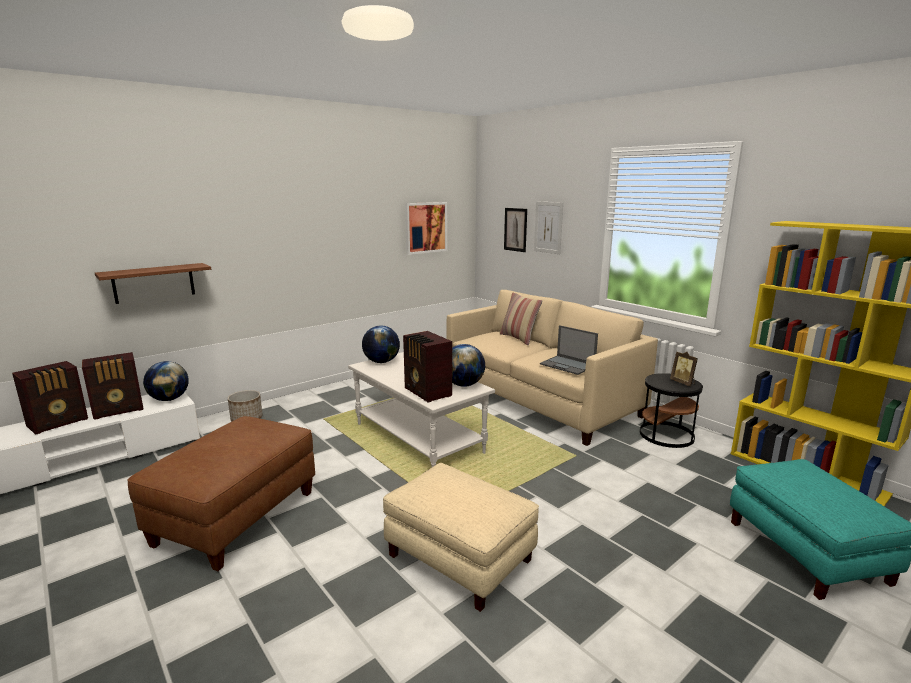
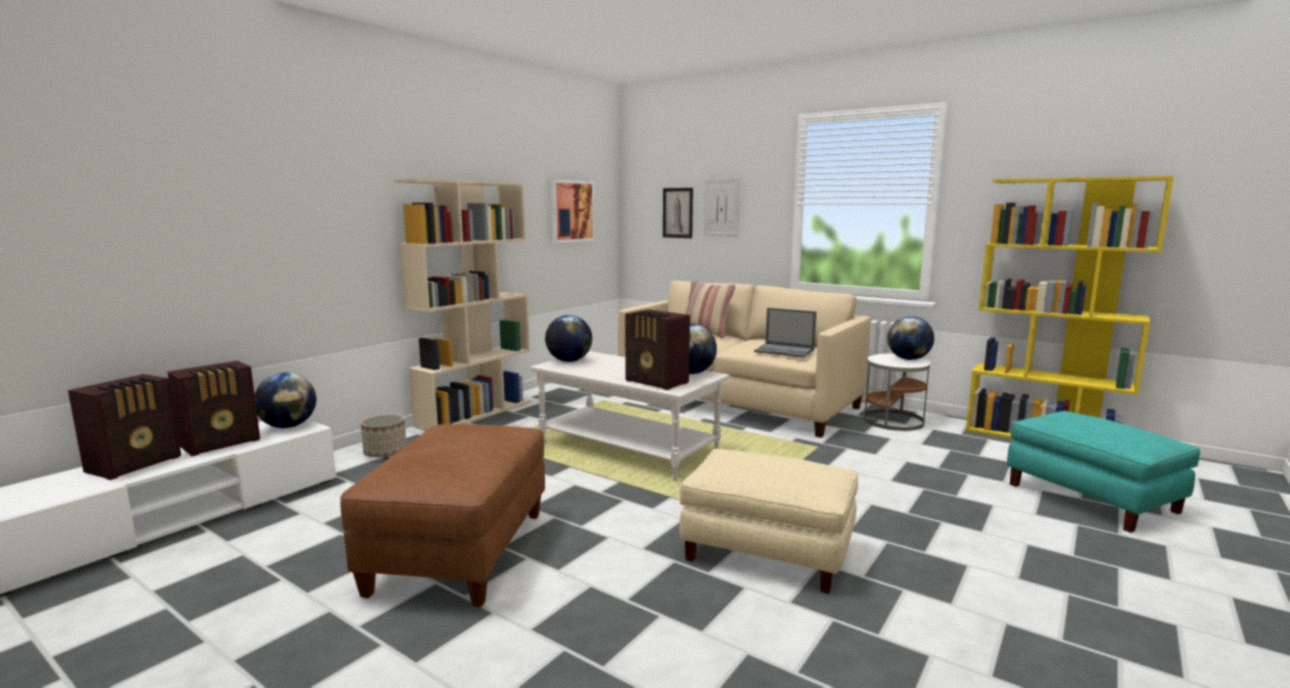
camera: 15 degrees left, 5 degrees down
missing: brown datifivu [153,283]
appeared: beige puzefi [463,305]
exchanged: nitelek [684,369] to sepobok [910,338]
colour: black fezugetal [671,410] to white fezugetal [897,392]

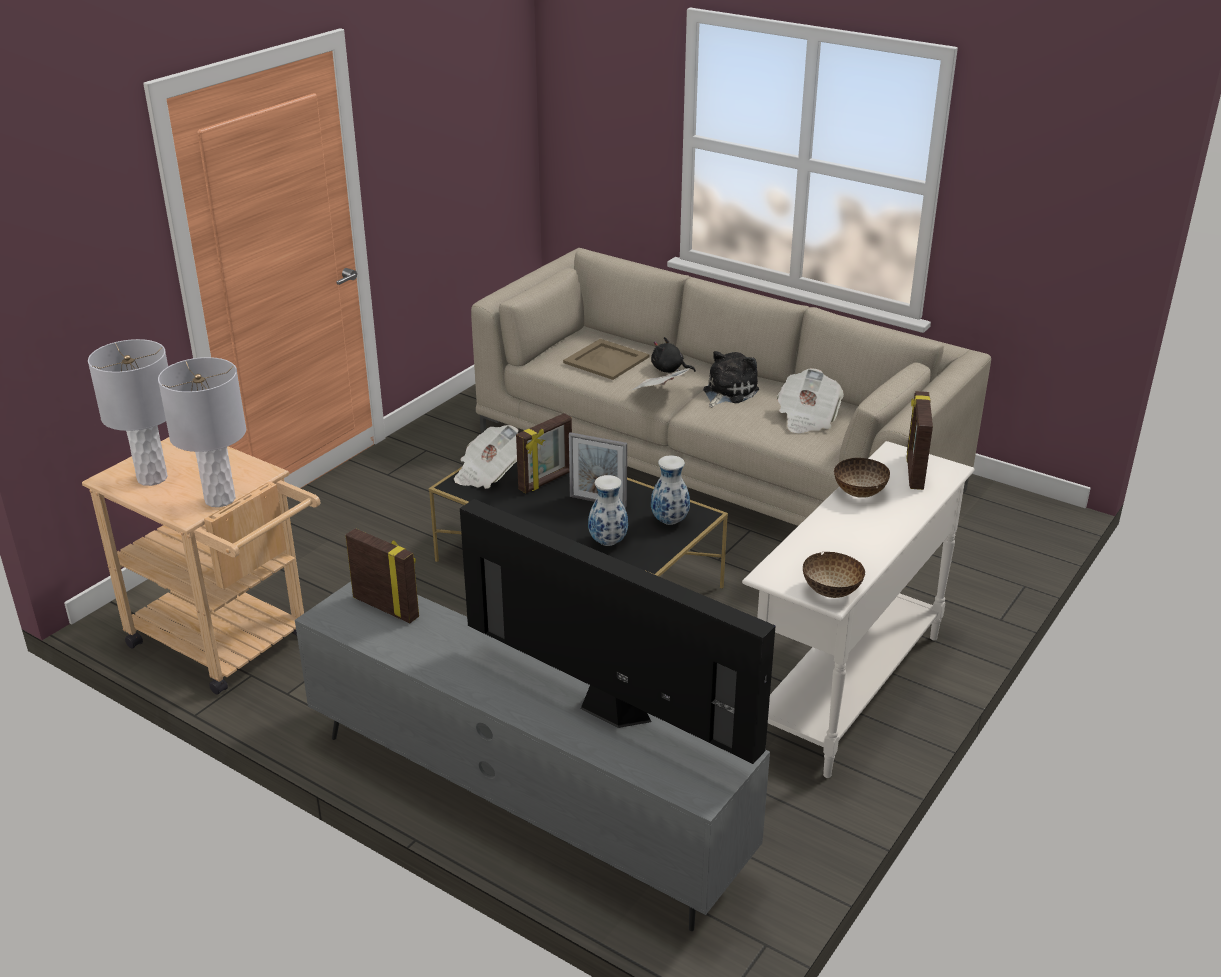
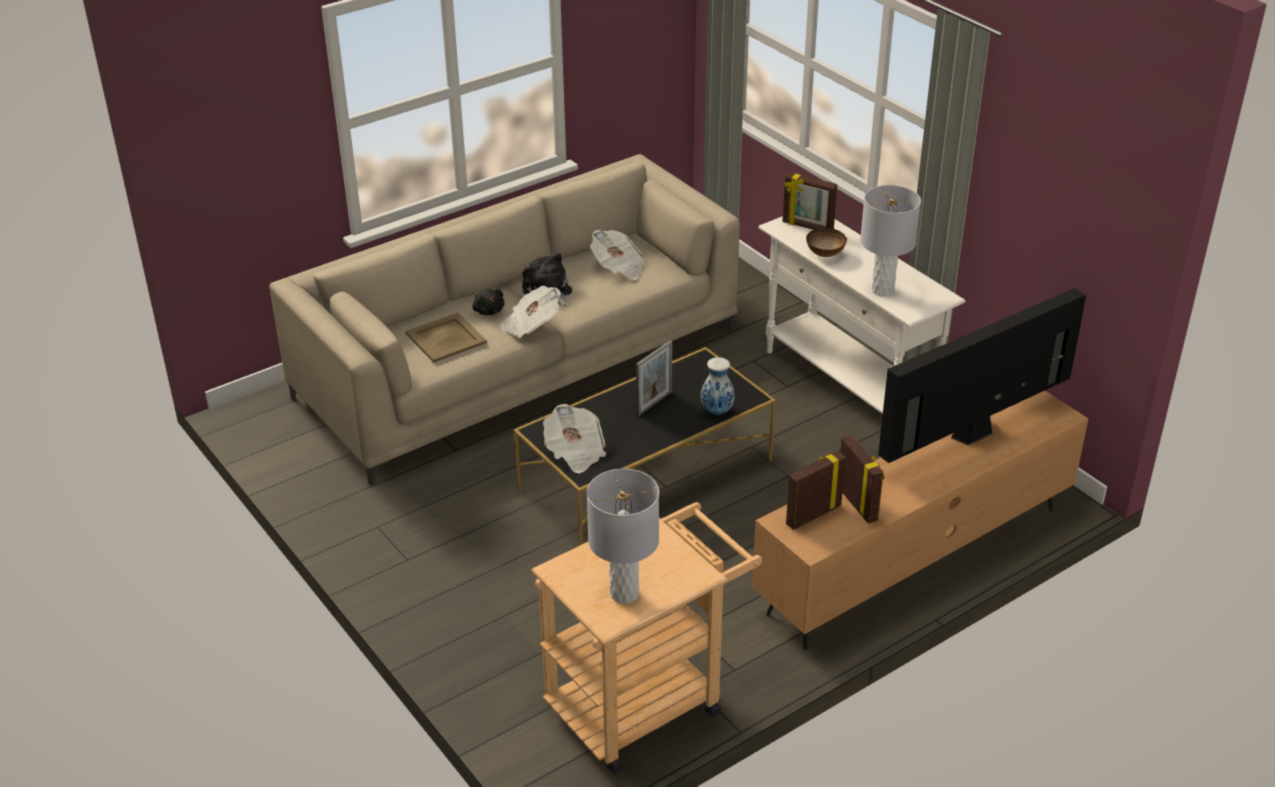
camera: 70 degrees left, 5 degrees up
missing: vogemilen [670,490]; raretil [834,575]
relocated: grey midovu [202,432] to [890,240]; nitelek [544,453] to [862,479]
colour: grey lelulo [532,756] to brown lelulo [920,520]
spun: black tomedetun [673,355] = [488,302] 75 degrees counterclockwise

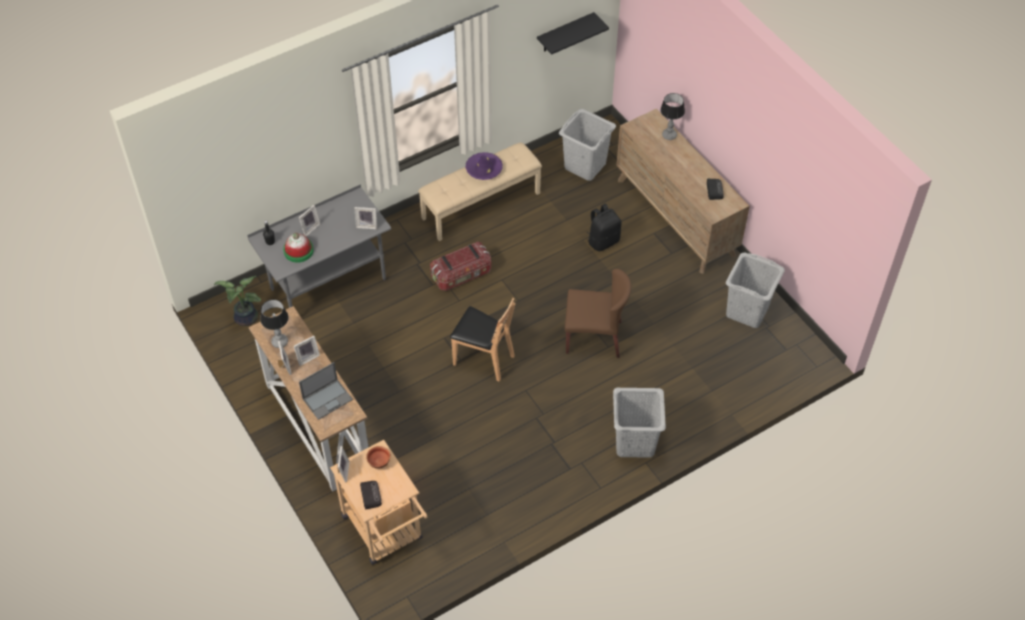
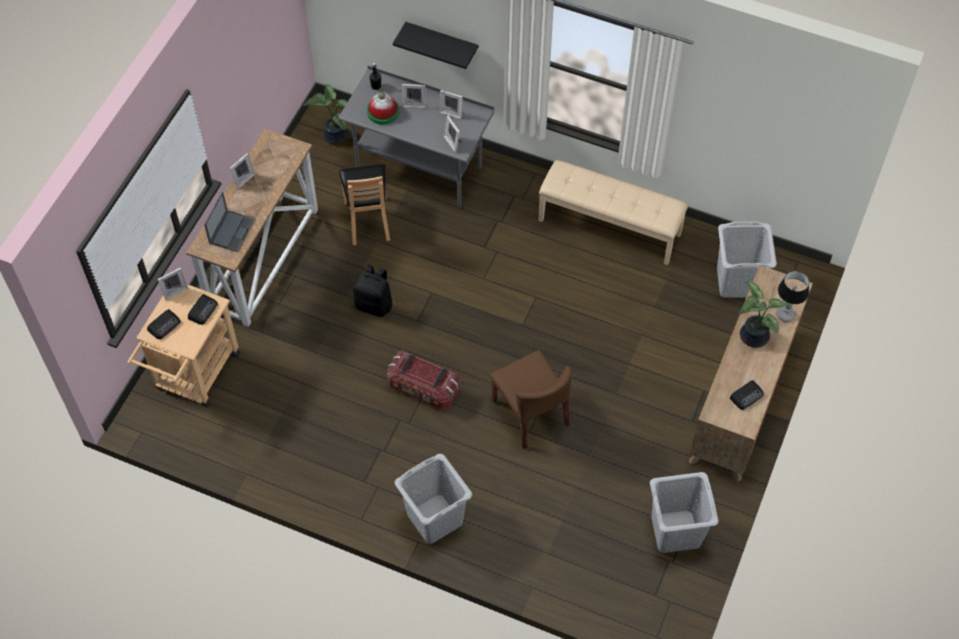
camera: 55 degrees right, 5 degrees up
missing: midovu [275,323]; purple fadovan [484,166]
appeared: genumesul [765,314]
relocated: nitelek [307,351] to [451,104]; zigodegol [460,266] to [423,380]; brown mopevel [483,339] to [364,204]; black datifivu [573,33] to [435,45]; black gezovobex [604,227] to [373,291]
exchanged: raretil [378,457] to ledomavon [203,309]
spun: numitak [326,391] = [229,221] 90 degrees counterclockwise

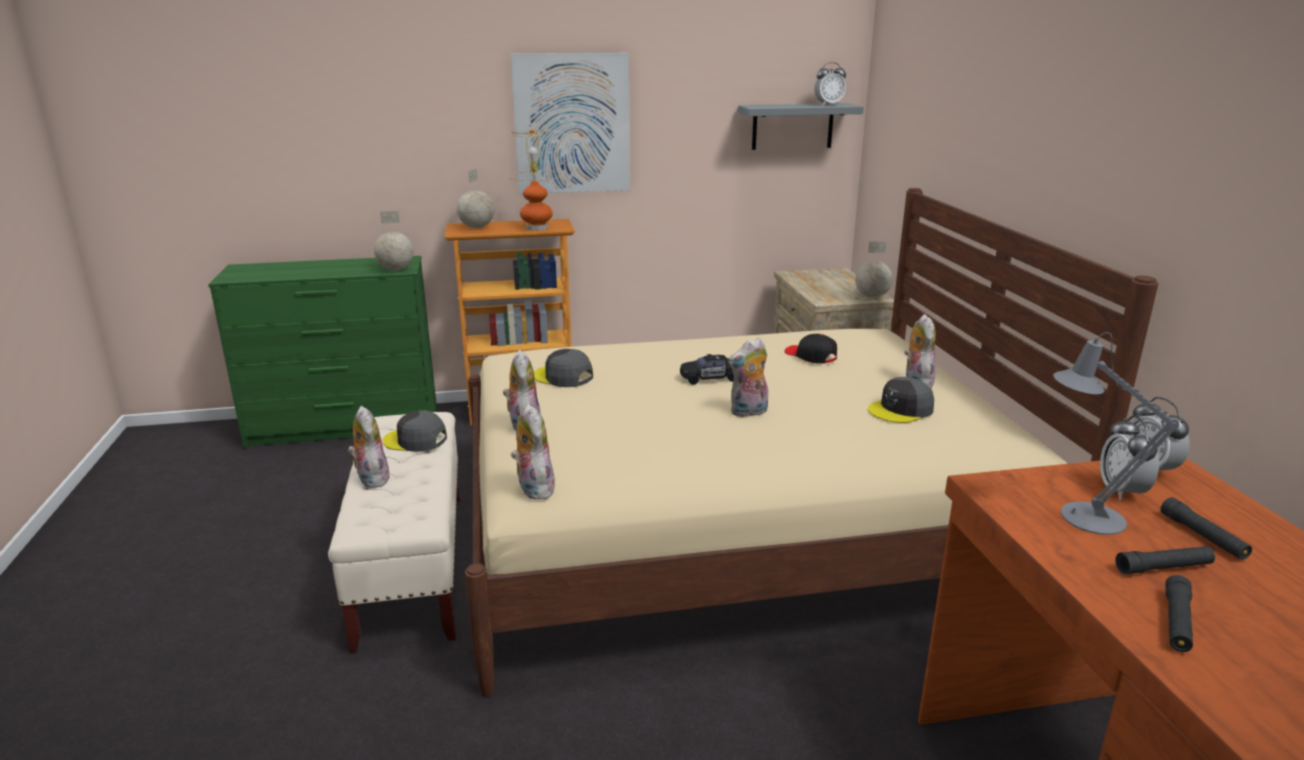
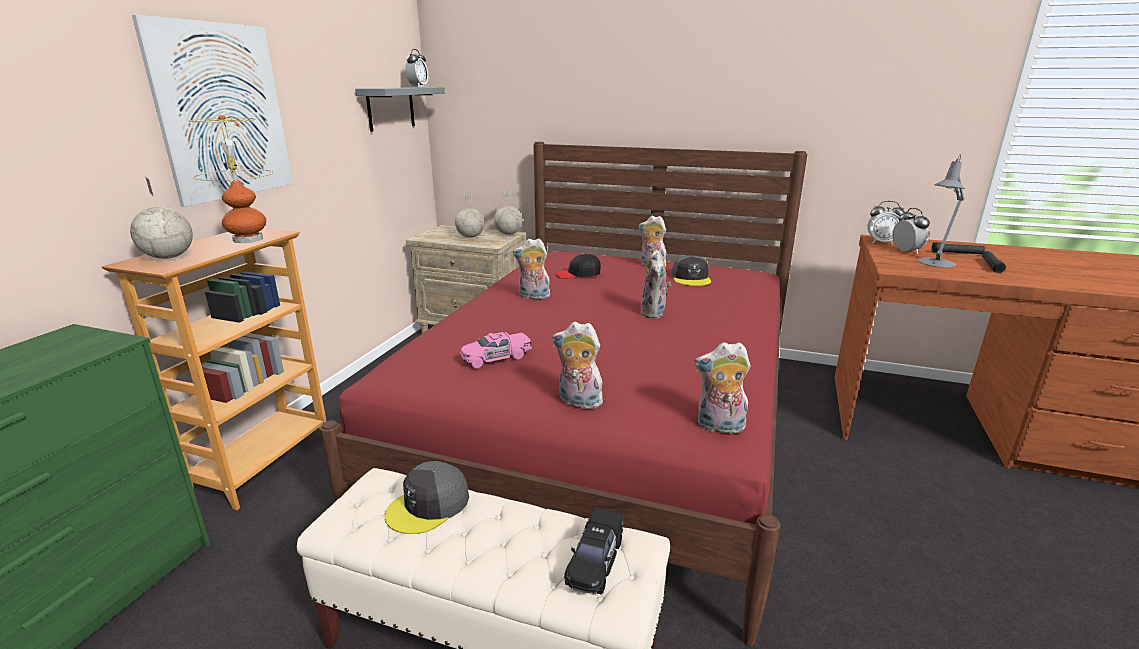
camera: 60 degrees left, 0 degrees up
missing: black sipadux [1179,613]
relocated: tomedetun [368,447] to [531,268]; sepobok [394,240] to [469,214]; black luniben [707,369] to [593,551]
exchanged: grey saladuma [563,368] to pink luniben [496,350]
colour: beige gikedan [811,442] to red gikedan [563,394]
spun: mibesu [1129,457] = [911,231] 135 degrees counterclockwise

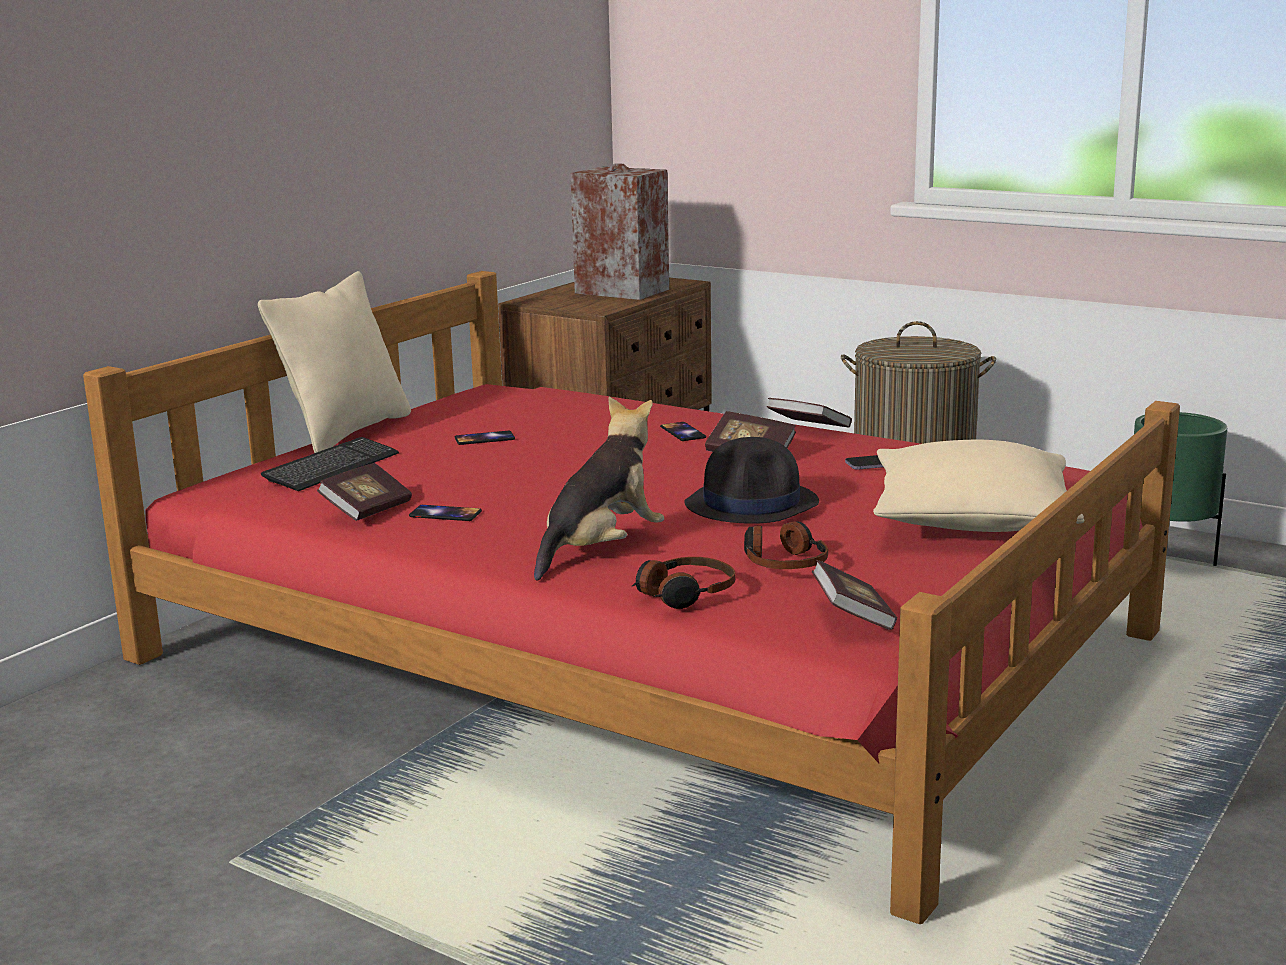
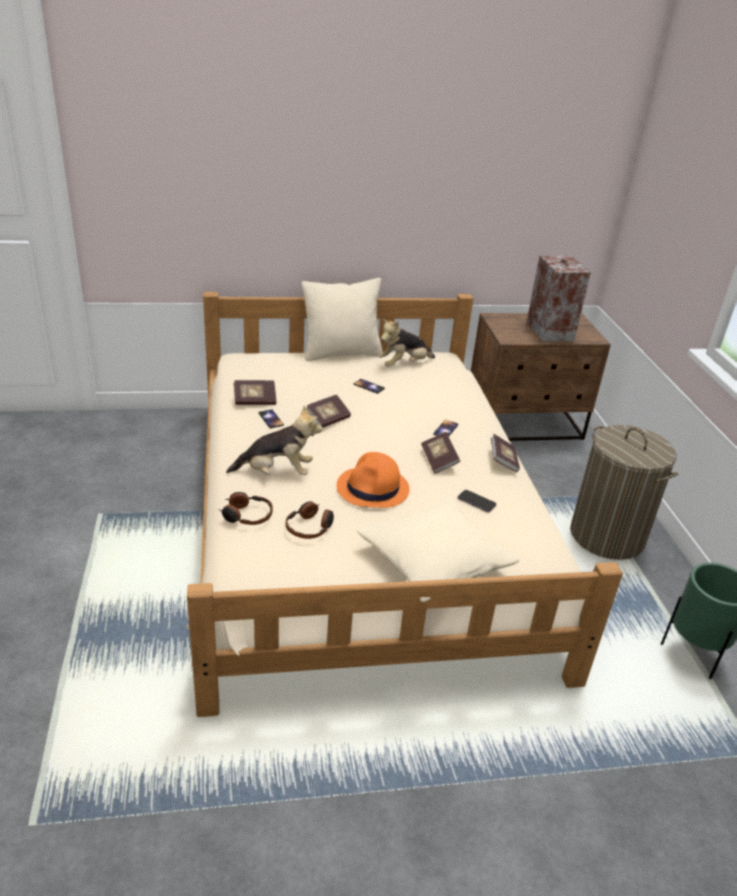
camera: 45 degrees right, 15 degrees up
missing: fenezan [330,464]
appeared: tomedetun [406,342]
relocated: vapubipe [854,595] to [328,411]
colour: red gikedan [631,597] to beige gikedan [404,504]; black fadovan [751,480] to orange fadovan [373,480]

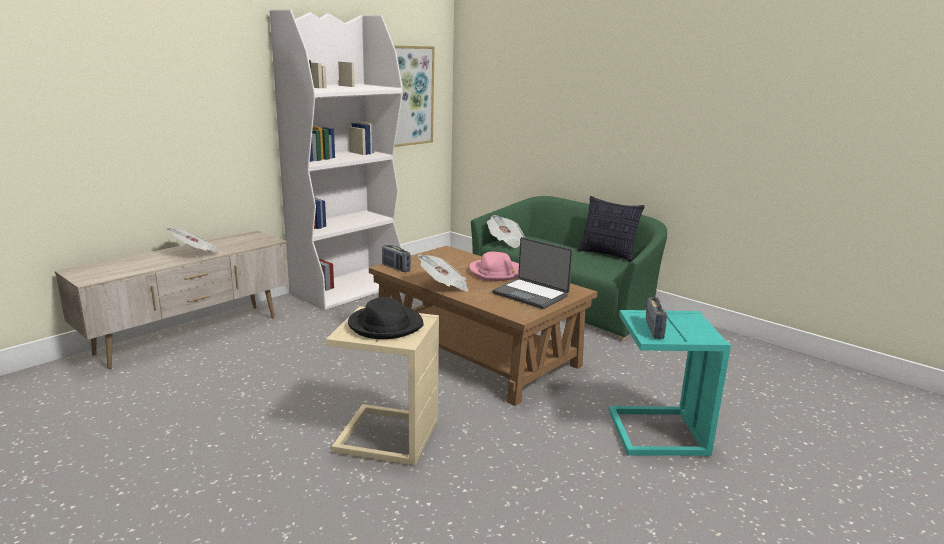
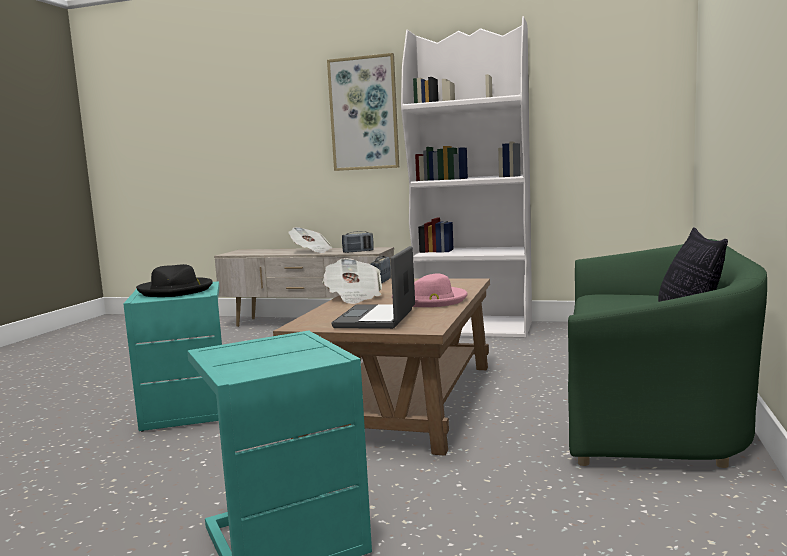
camera: 65 degrees right, 10 degrees down
missing: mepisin [506,231]
relocated: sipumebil [414,96] to [363,112]; ledomavon [656,318] to [357,242]
colour: beige fezugetal [382,385] to turquoise fezugetal [172,356]

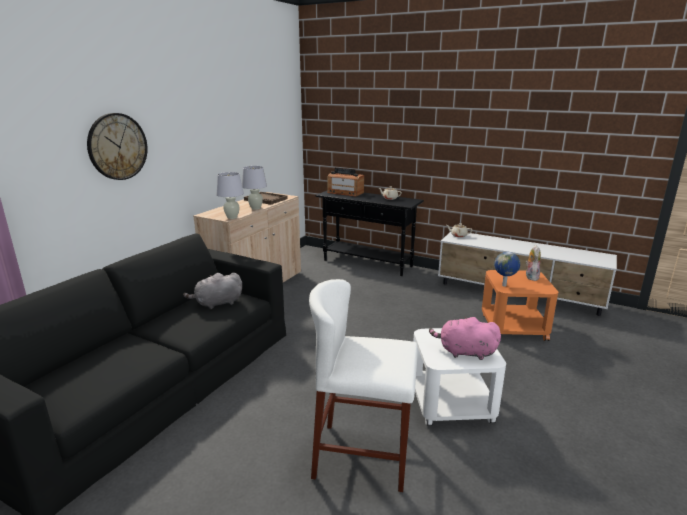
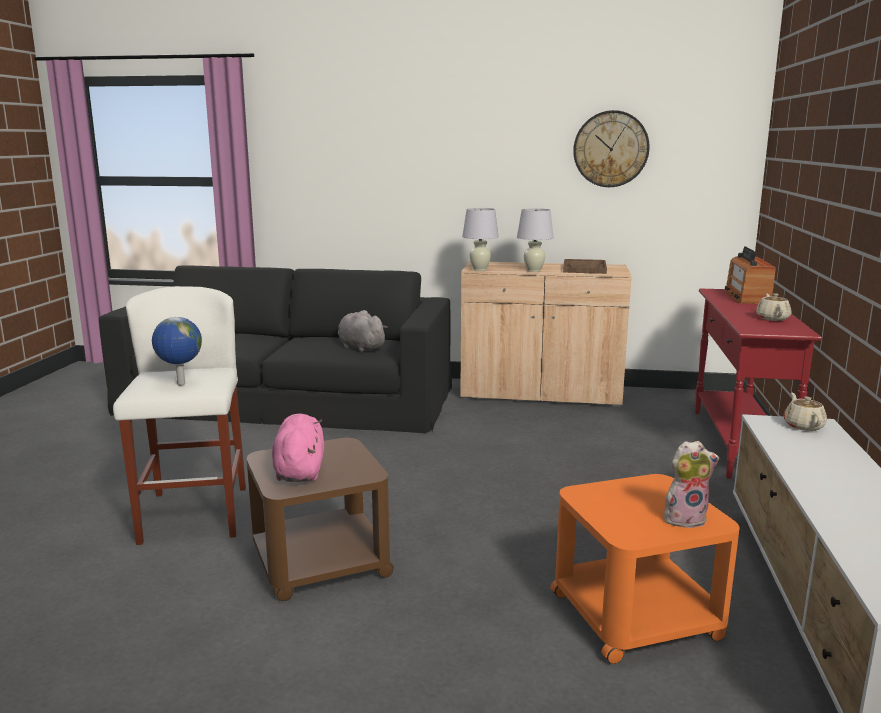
camera: 70 degrees right, 5 degrees down
relocated: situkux [117,146] to [611,148]; sepobok [507,269] to [177,351]
colour: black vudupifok [369,233] to red vudupifok [758,384]; white fezugetal [459,377] to brown fezugetal [320,519]

